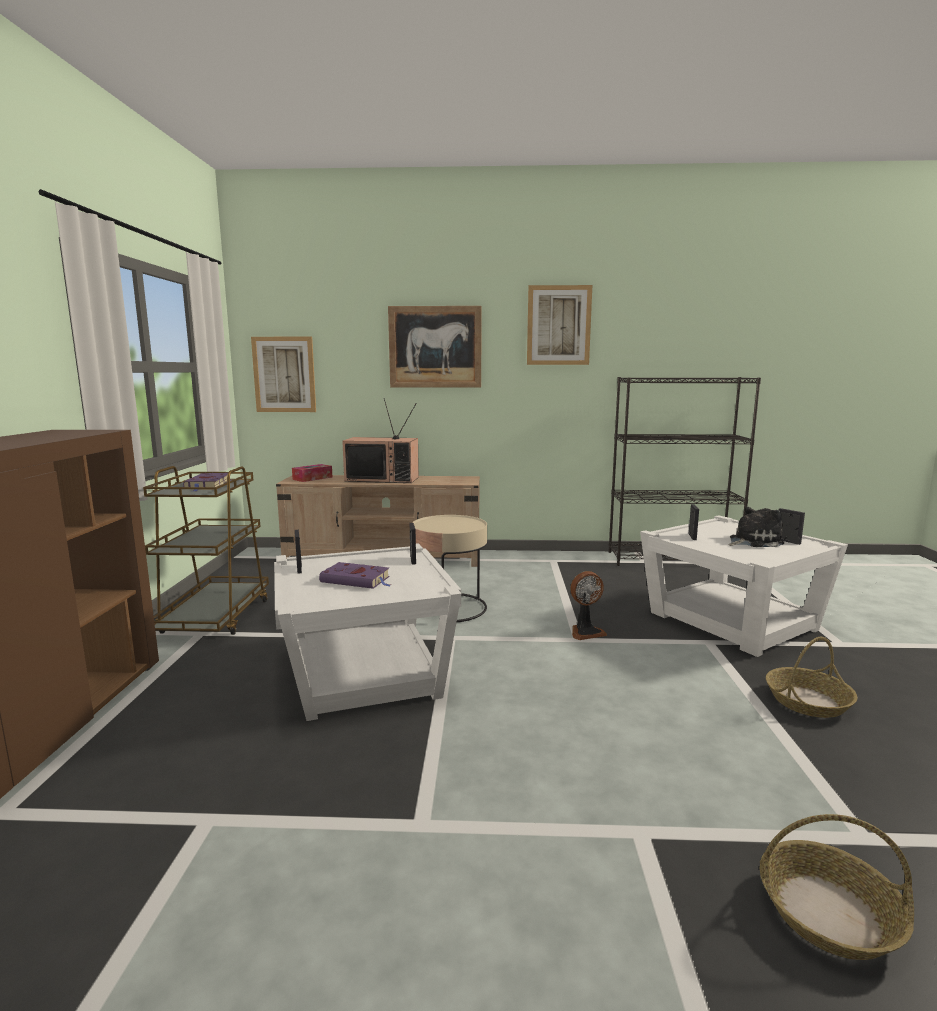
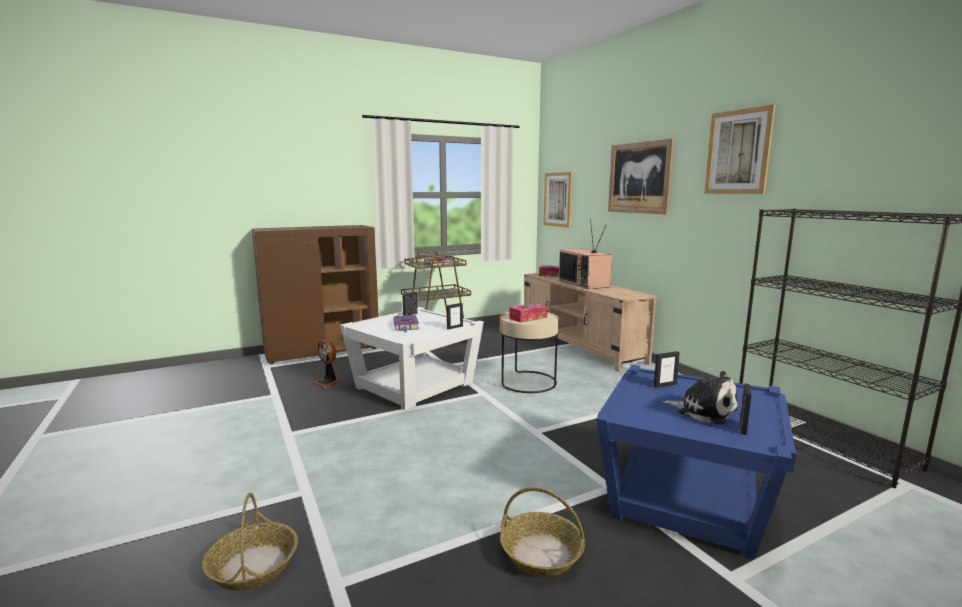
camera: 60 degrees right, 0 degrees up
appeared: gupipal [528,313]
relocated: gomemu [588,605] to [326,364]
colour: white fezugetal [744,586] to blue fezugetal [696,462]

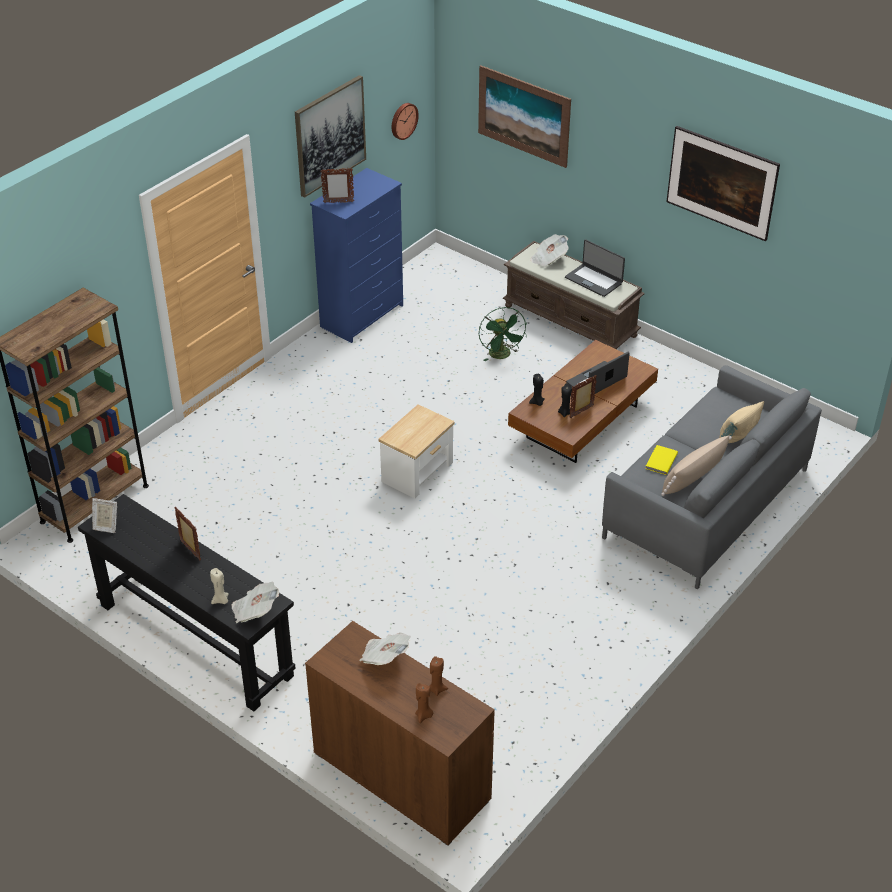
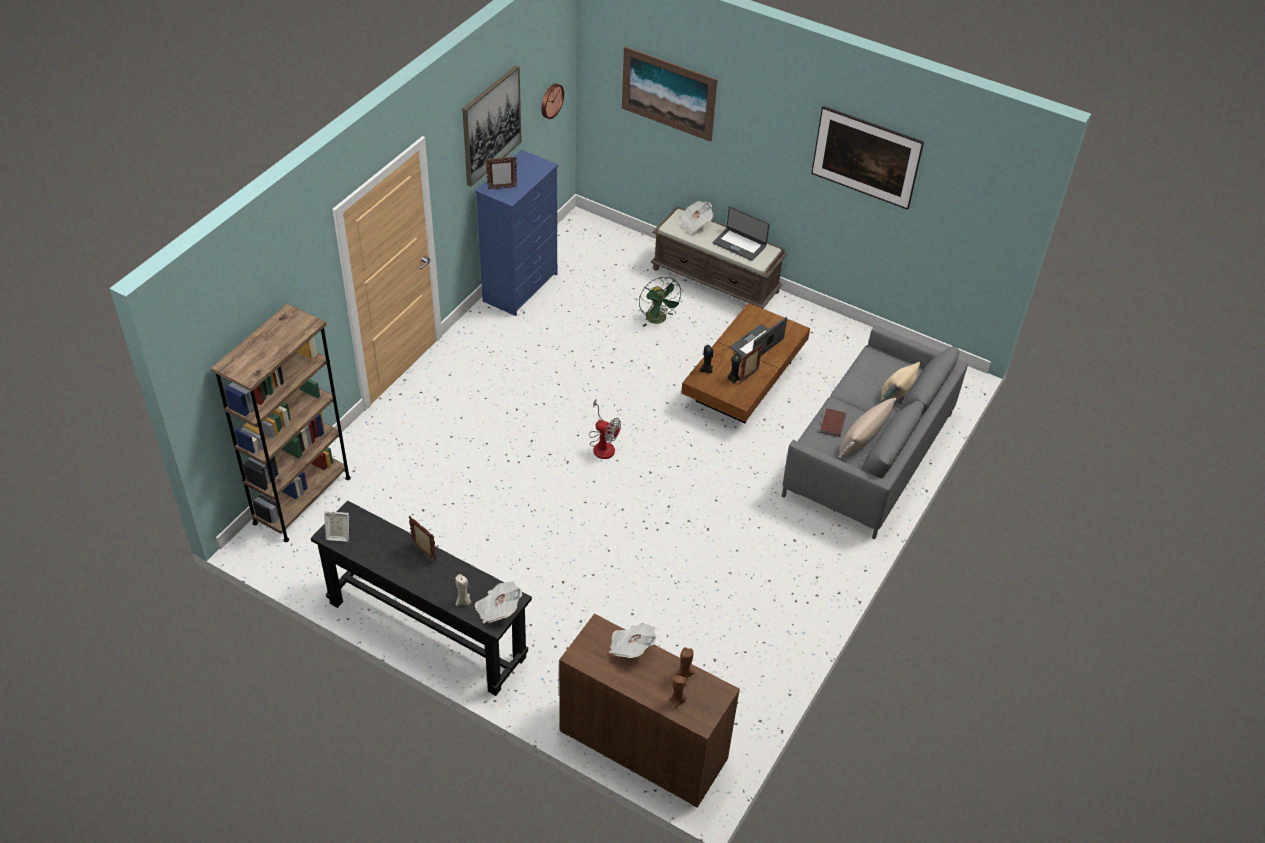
camera: 10 degrees left, 5 degrees up
exchanged: fezugetal [416,451] to gomemu [605,429]
colour: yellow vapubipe [661,460] to brown vapubipe [833,422]

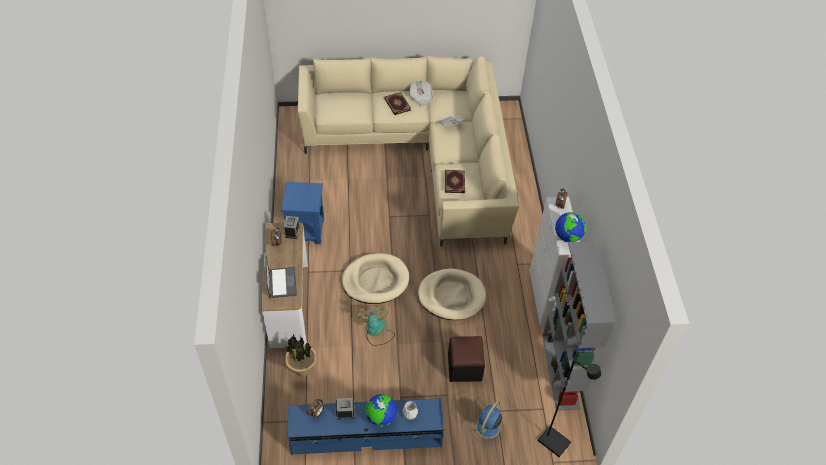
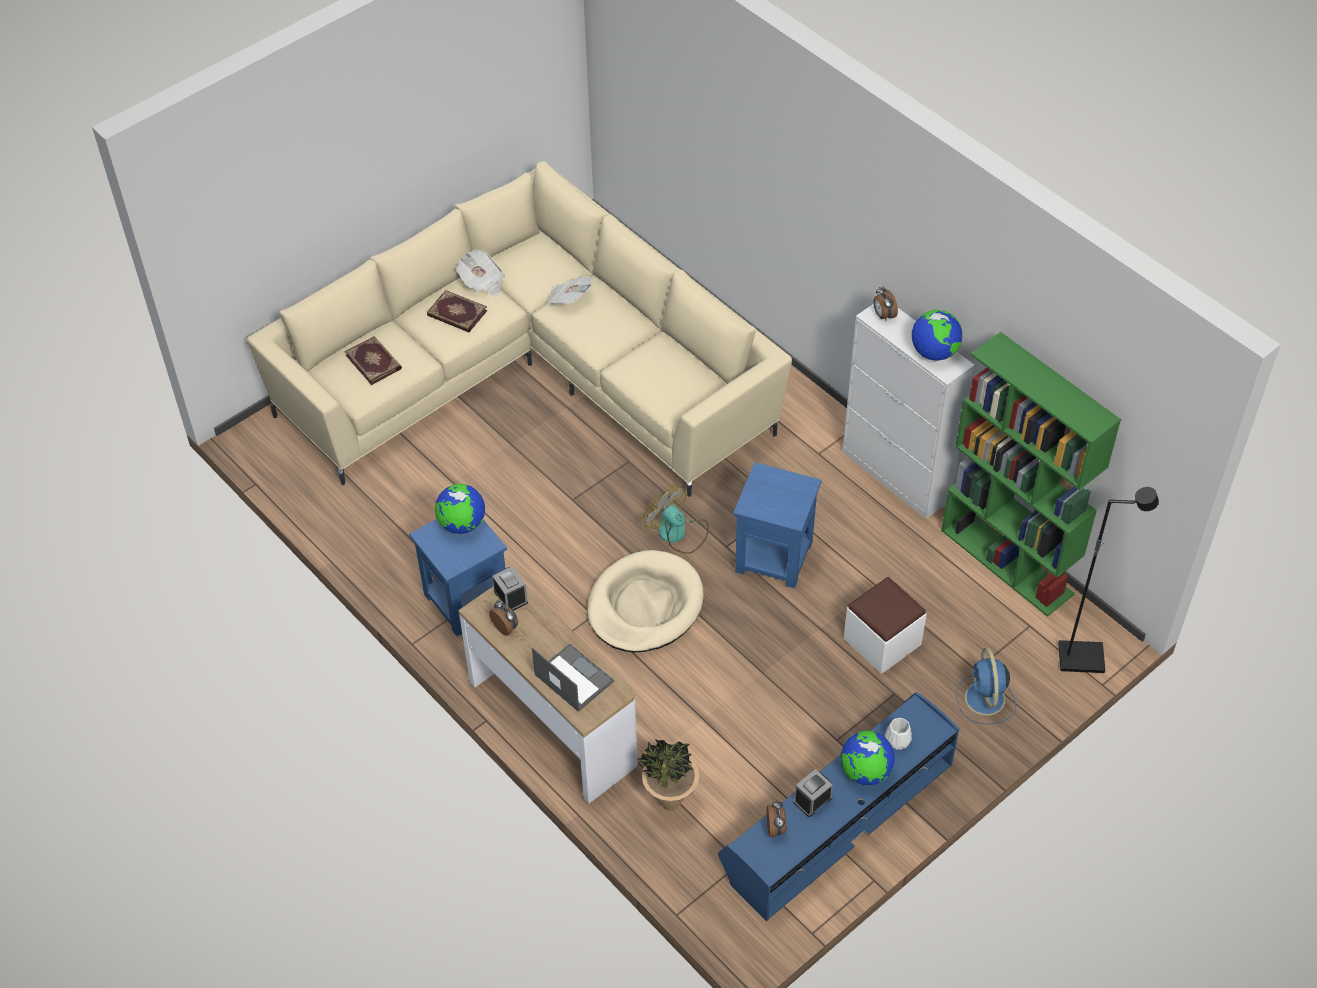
camera: 35 degrees left, 0 degrees up
appeared: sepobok [460,509]
relocated: gomemu [375,325] to [676,519]; vapubipe [455,181] to [373,360]
exchanged: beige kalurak [452,294] to blue fezugetal [777,525]
colour: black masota [466,359] to white masota [885,625]; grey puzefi [578,326] to green puzefi [1031,474]

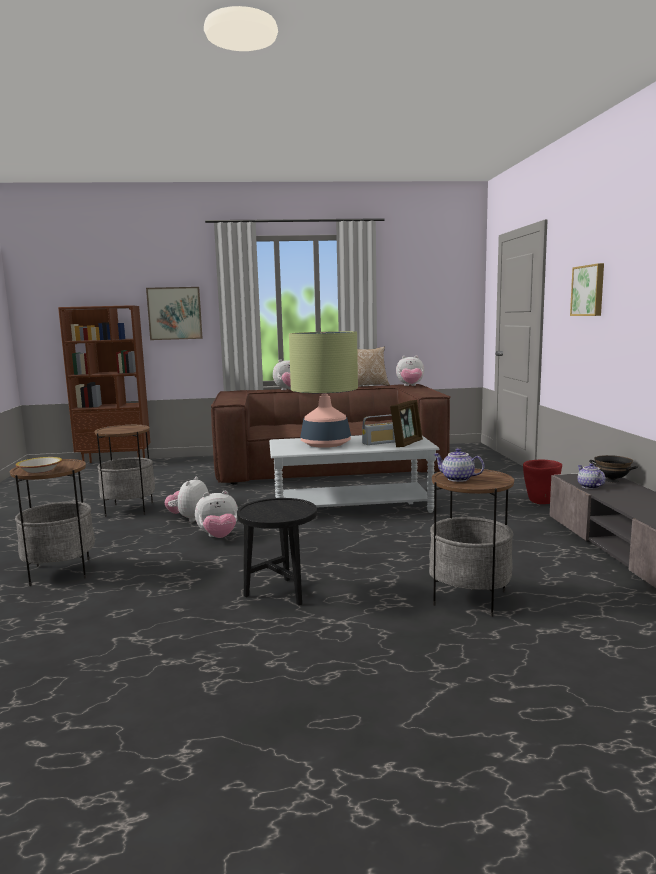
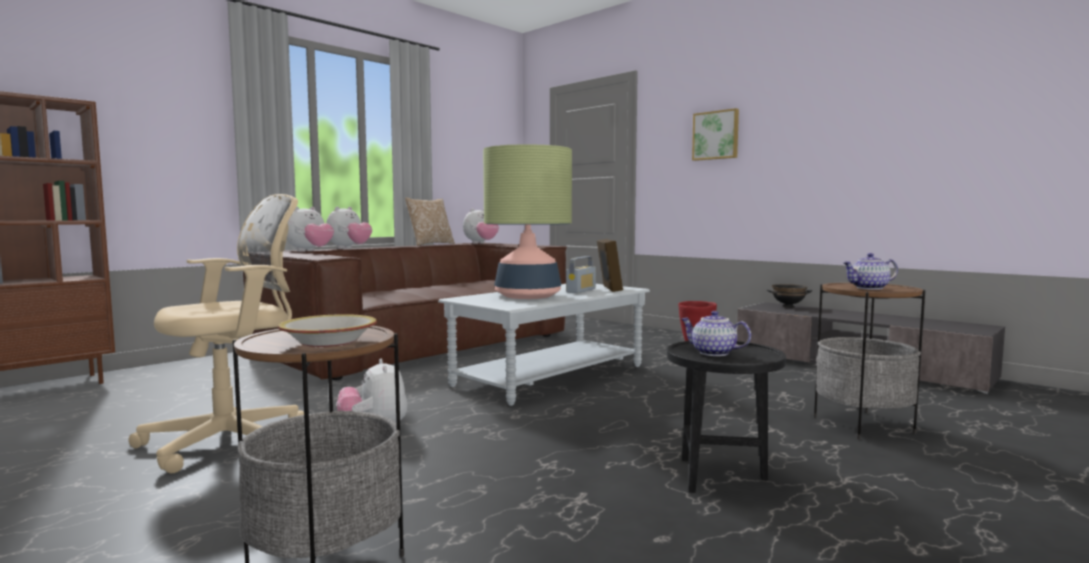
camera: 40 degrees left, 5 degrees down
missing: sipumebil [174,313]
relocated: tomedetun [216,514] to [310,229]; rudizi [592,476] to [716,333]
exchanged: fezugetal [125,471] to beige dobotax [216,333]

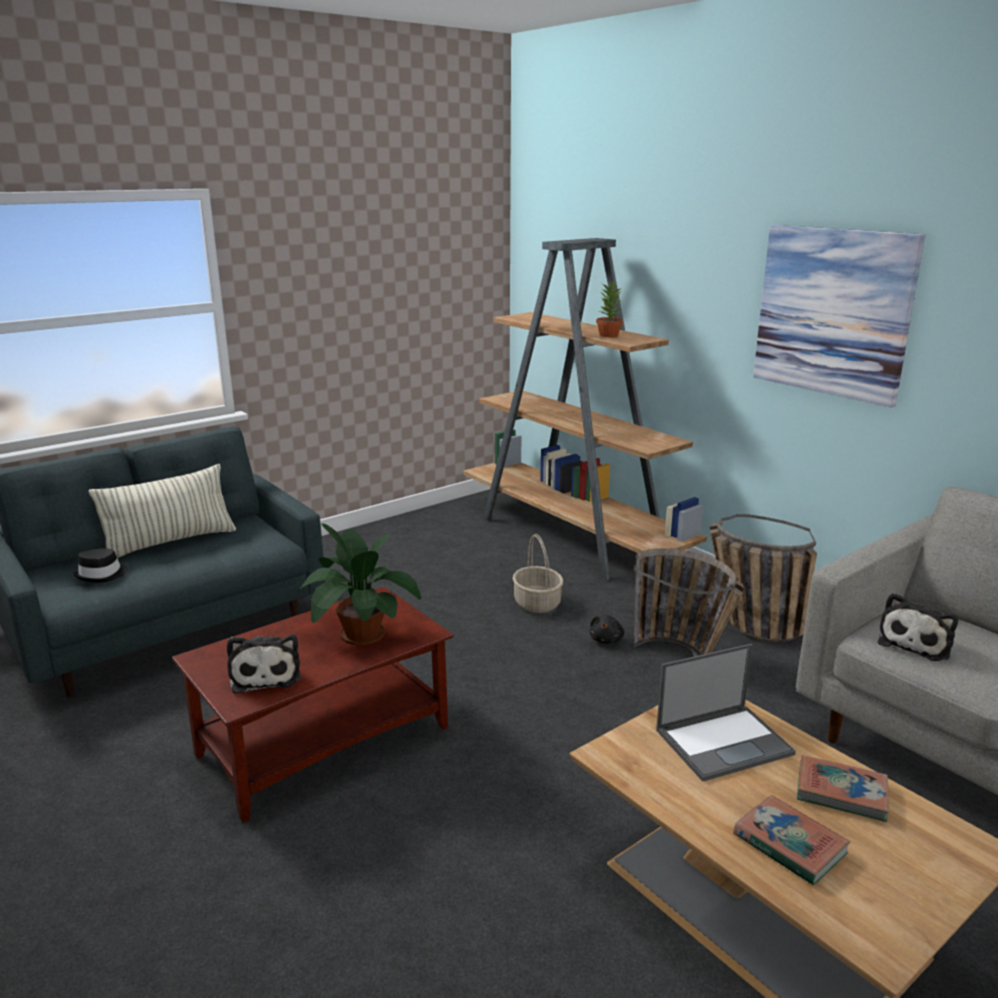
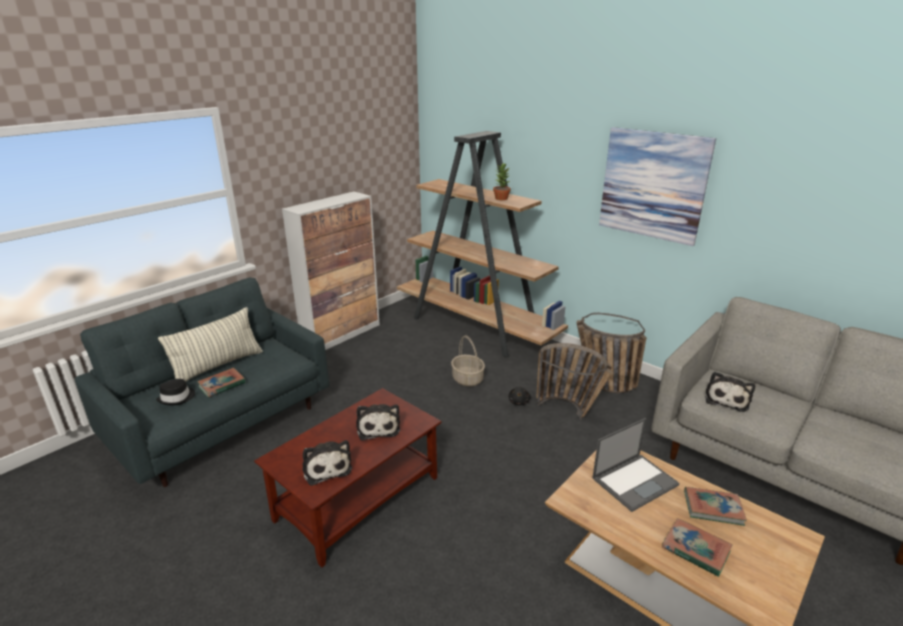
camera: 10 degrees left, 5 degrees up
appeared: vapubipe [221,383]; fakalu [331,271]
exchanged: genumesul [359,584] to tomedetun [378,422]

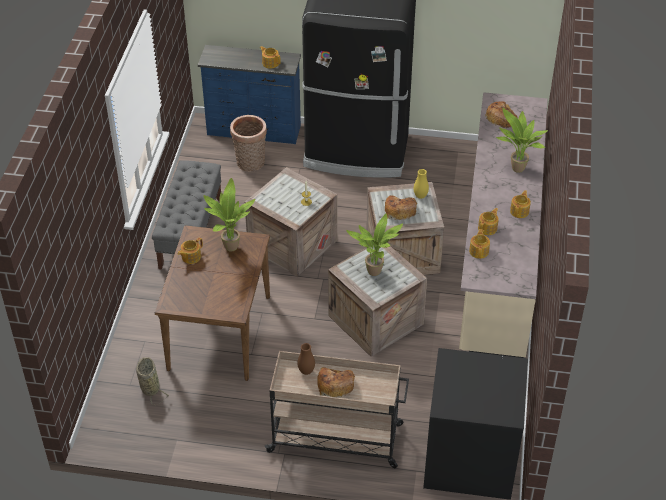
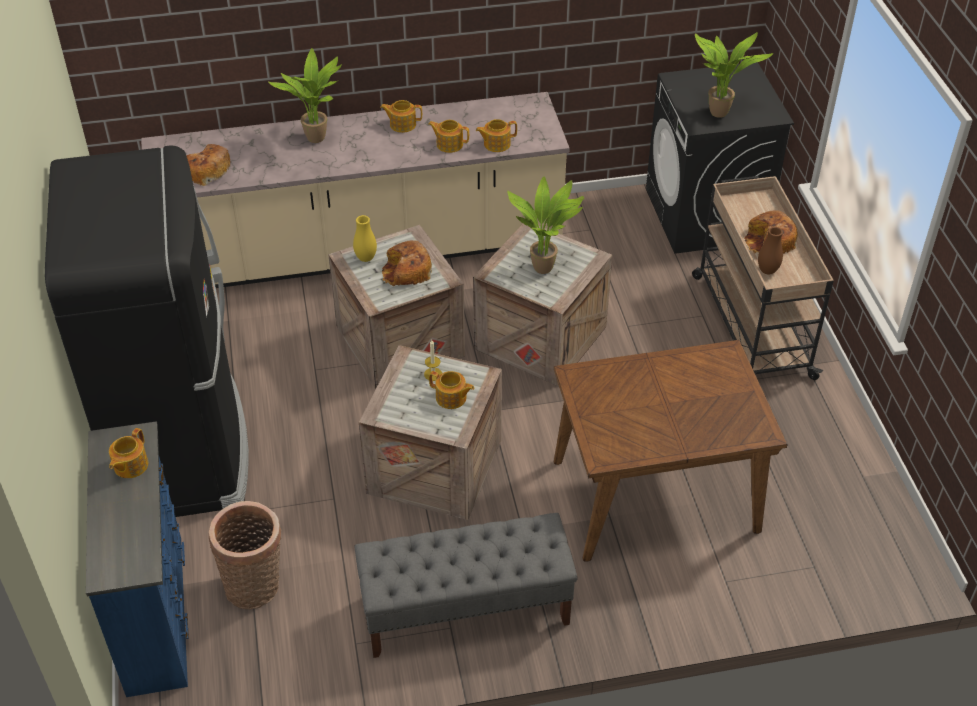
camera: 110 degrees left, 0 degrees up
missing: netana [152,381]
relocated: rudizi [190,251] to [451,390]; genumesul [229,215] to [734,75]

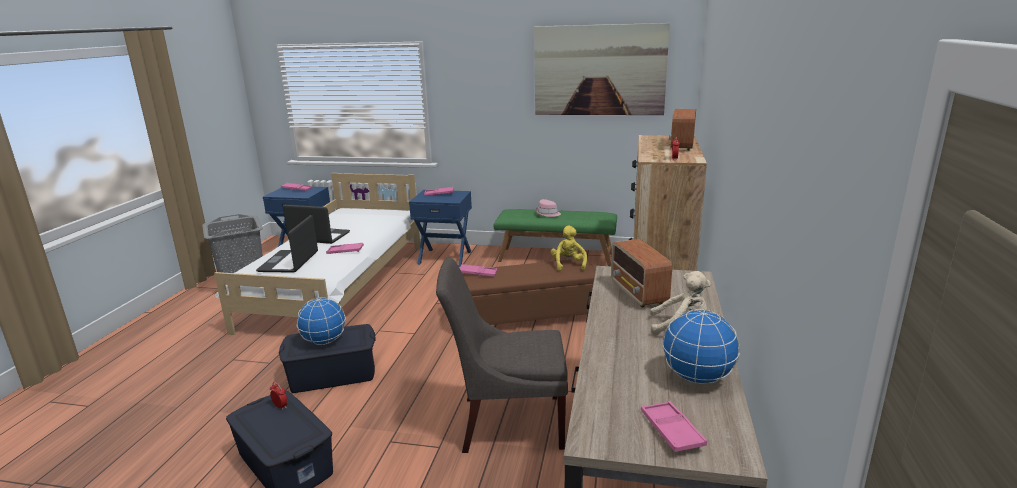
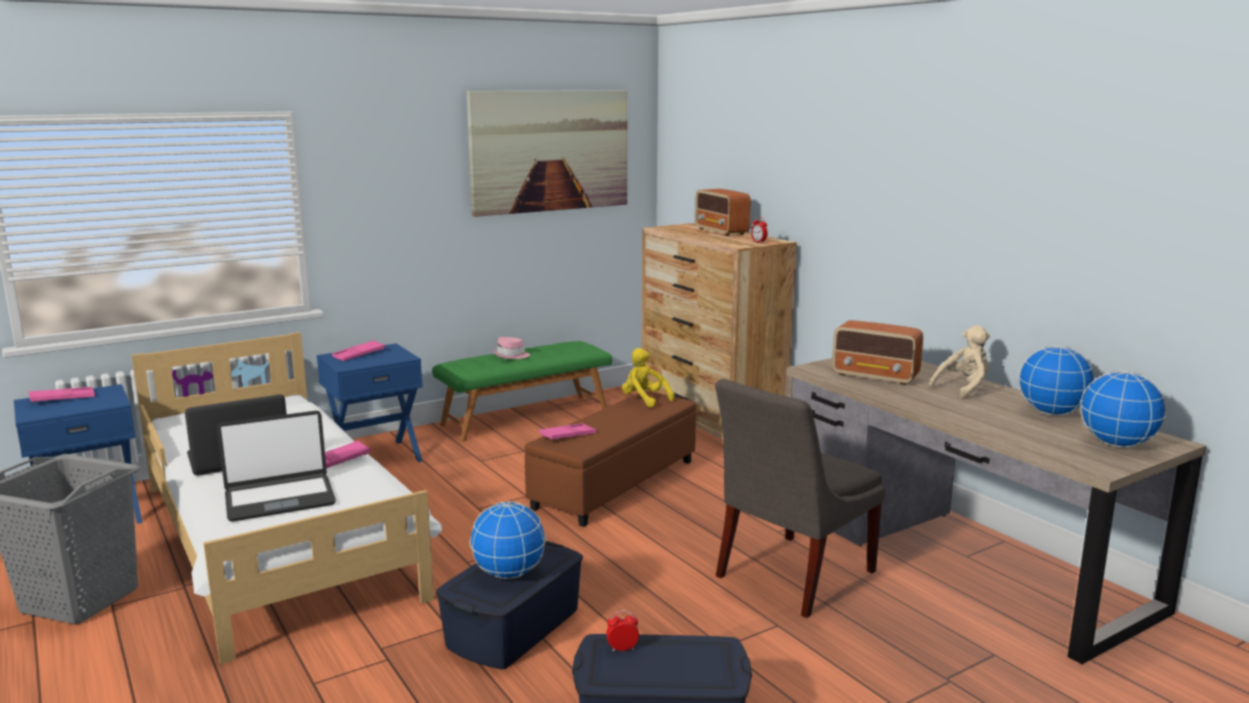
camera: 45 degrees left, 5 degrees down
exchanged: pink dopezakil [674,426] to sepobok [1123,408]
spun: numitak [287,244] = [276,466] 75 degrees counterclockwise

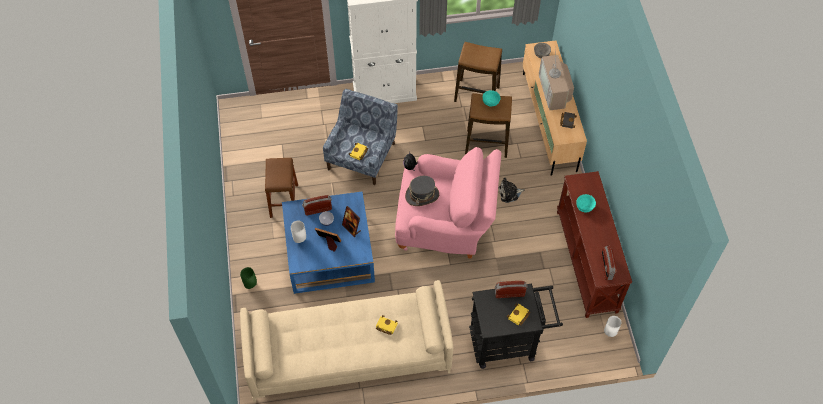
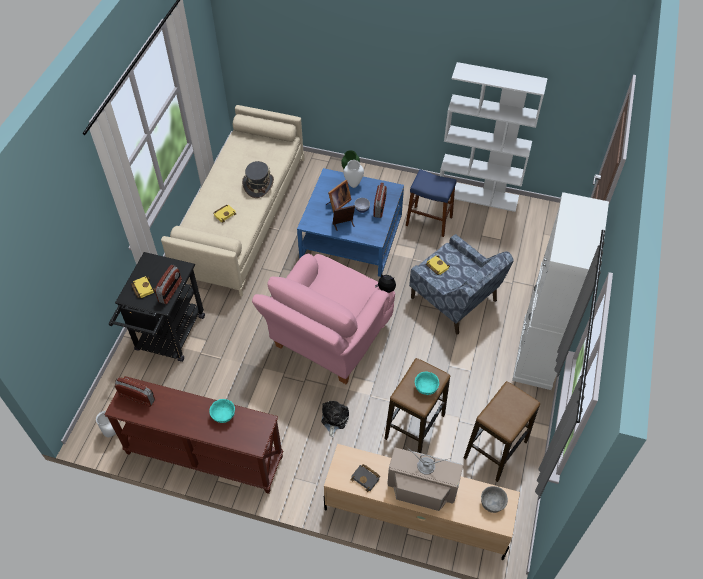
camera: 115 degrees right, 5 degrees down
appeared: white puzefi [494,137]
relocated: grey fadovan [422,191] to [258,179]
colour: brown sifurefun [281,188] to blue sifurefun [431,203]

